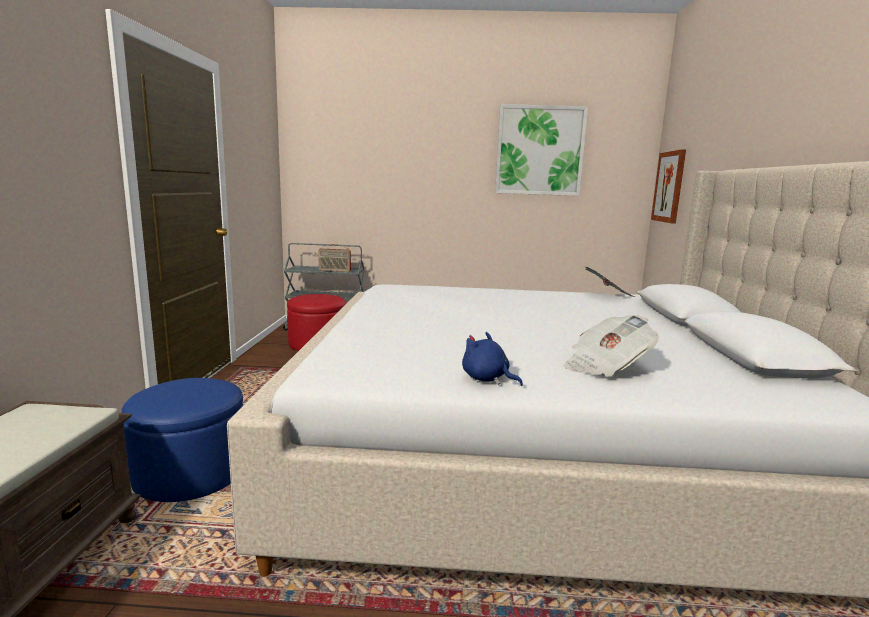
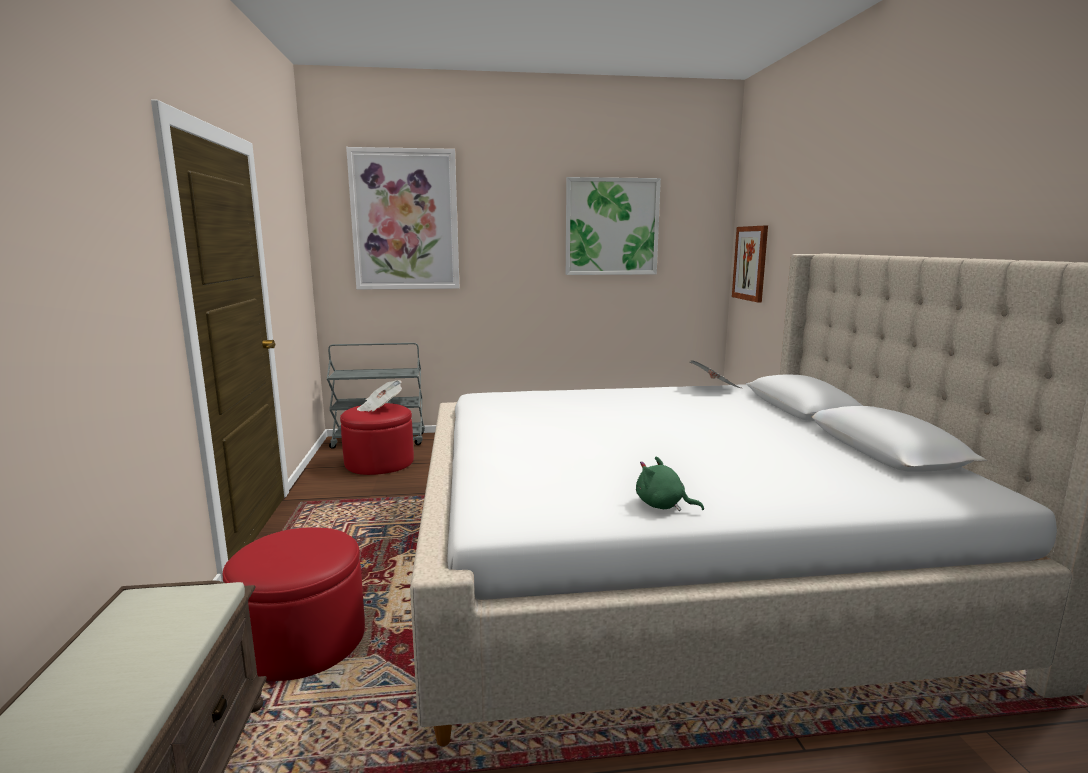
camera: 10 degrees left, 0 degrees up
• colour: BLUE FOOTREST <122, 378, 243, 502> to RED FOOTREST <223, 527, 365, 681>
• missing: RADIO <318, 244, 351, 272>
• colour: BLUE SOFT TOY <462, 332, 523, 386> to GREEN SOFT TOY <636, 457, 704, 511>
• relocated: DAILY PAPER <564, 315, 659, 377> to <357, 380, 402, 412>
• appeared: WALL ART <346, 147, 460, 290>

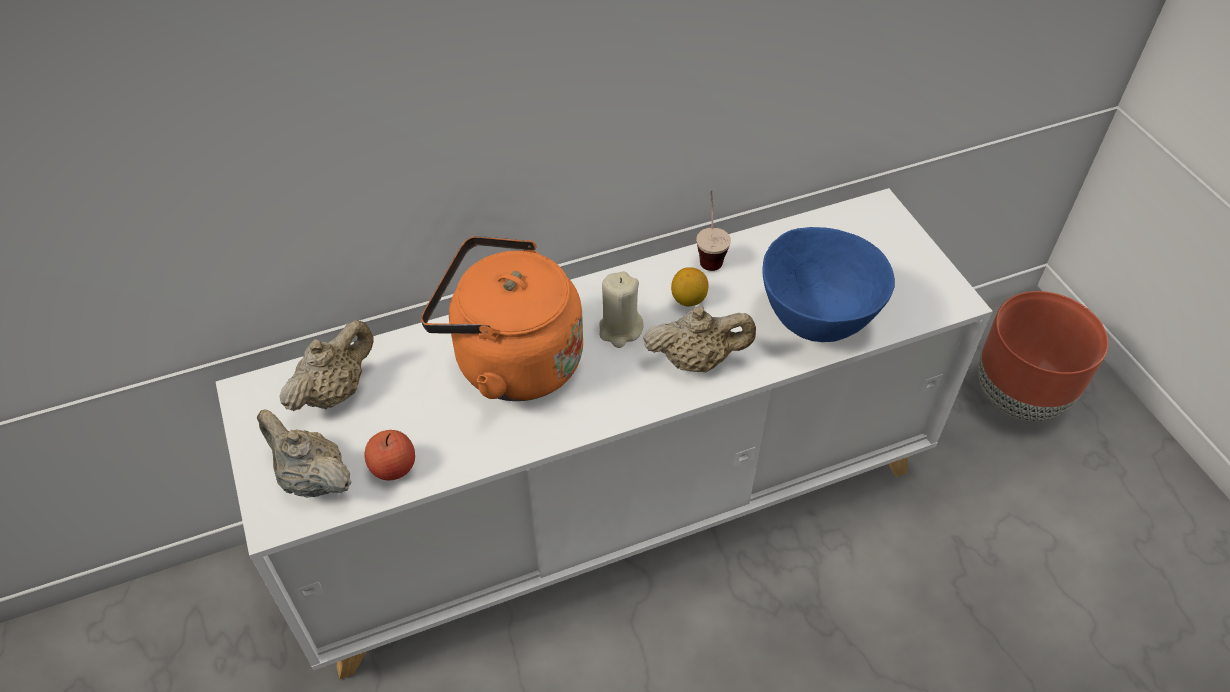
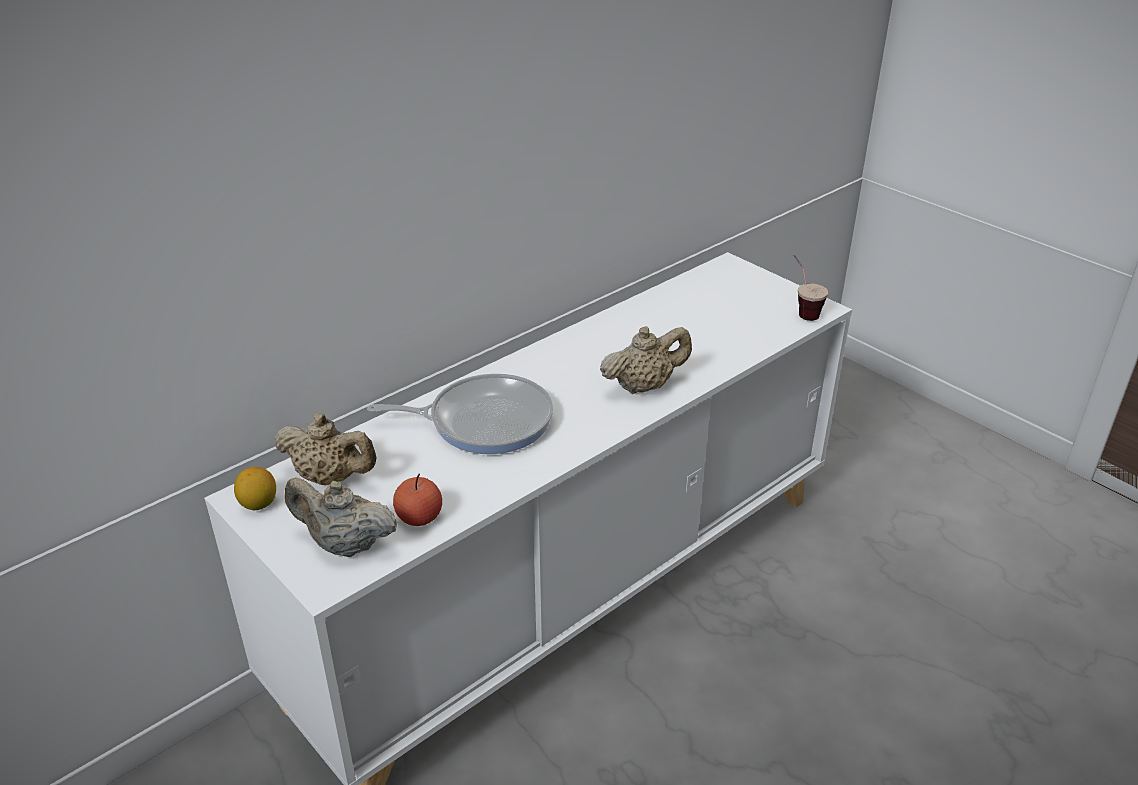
camera: 20 degrees left, 15 degrees down
• spun: SAND-COLOURED TEA POT <280, 320, 374, 411> = <274, 413, 376, 485> 90 degrees clockwise
• exchanged: ORANGE KETTLE <421, 236, 583, 401> to PAN <367, 374, 553, 454>
• missing: SAND-COLOURED CANDLE <599, 271, 643, 348>
• relocated: CITRUS FRUIT <671, 267, 709, 306> to <234, 467, 276, 510>
• relocated: DRINKING CUP <696, 191, 731, 271> to <794, 255, 828, 321>
• missing: BLUE SERVING BOWL <762, 227, 895, 342>
• missing: BROWN PLANT POT <978, 291, 1108, 421>

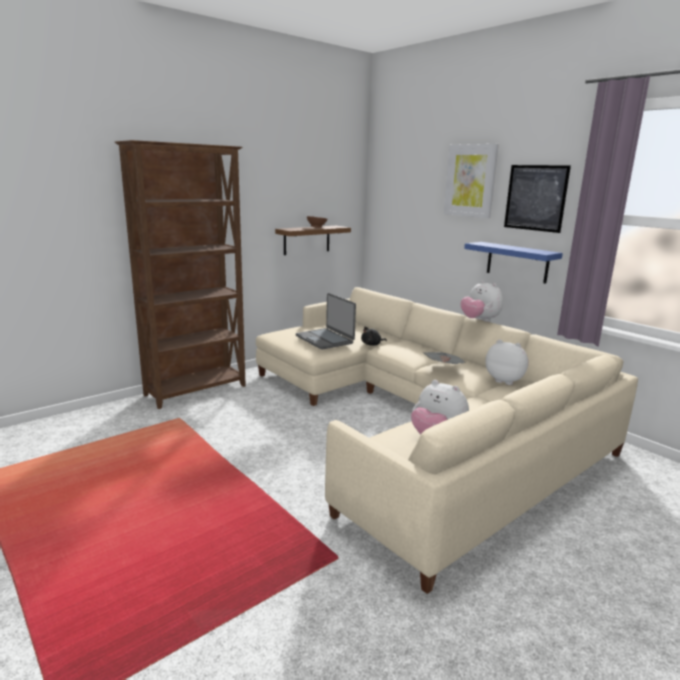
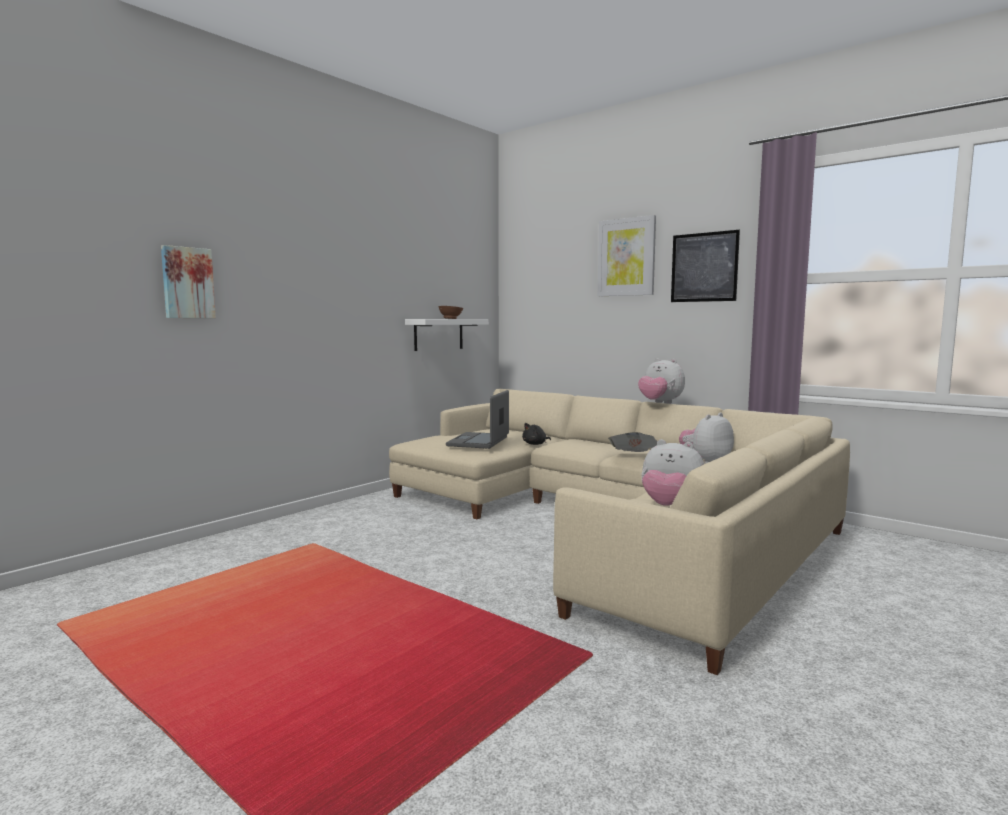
camera: 10 degrees left, 10 degrees down
• missing: BROWN BOOKSHELF <115, 140, 246, 409>
• colour: BROWN SHELF <275, 226, 351, 255> to WHITE SHELF <405, 319, 489, 351>
• spun: LAPTOP <296, 293, 356, 350> = <446, 390, 509, 449> 60 degrees clockwise
• missing: BLUE SHELF <464, 242, 563, 284>
• spun: SOFT TOY <485, 339, 529, 385> = <679, 413, 734, 464> 60 degrees counterclockwise
• appeared: WALL ART <161, 245, 216, 318>

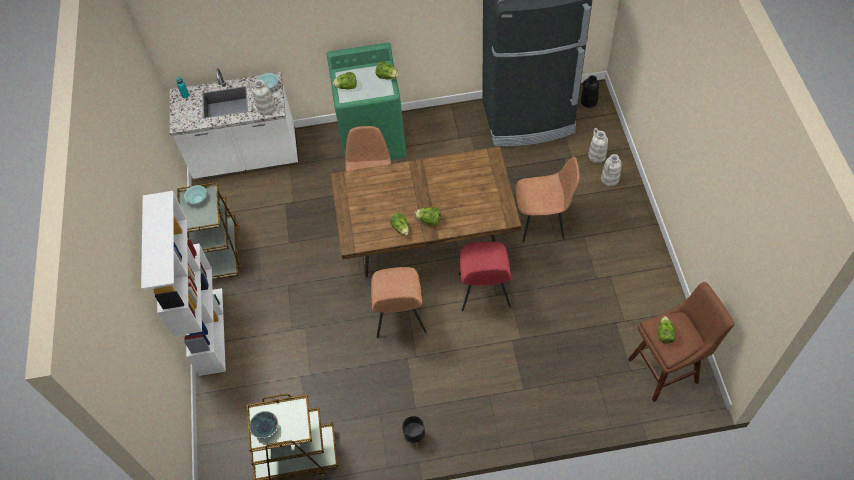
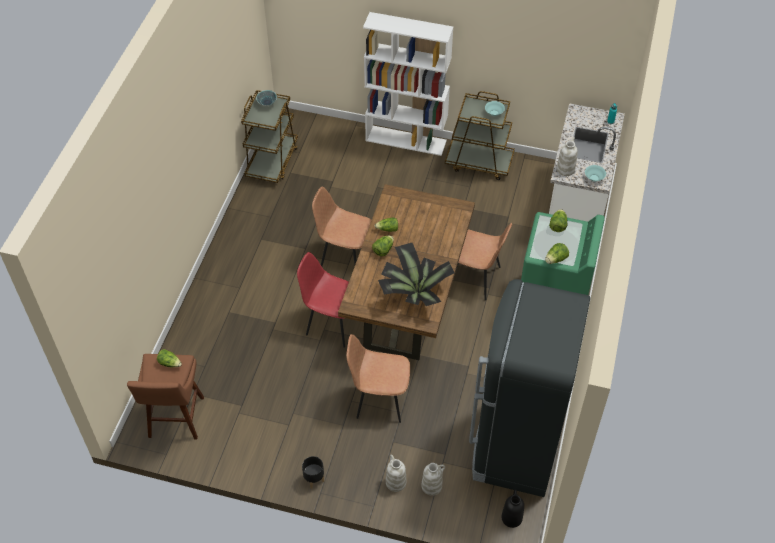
camera: 110 degrees right, 5 degrees down
• relocated: BLACKISH PLANT POT <402, 416, 426, 447> to <302, 456, 324, 489>
• spun: BROWN CHAIR <515, 157, 580, 243> = <346, 334, 410, 423> 75 degrees clockwise
• appeared: POTTED PLANT <378, 243, 454, 306>

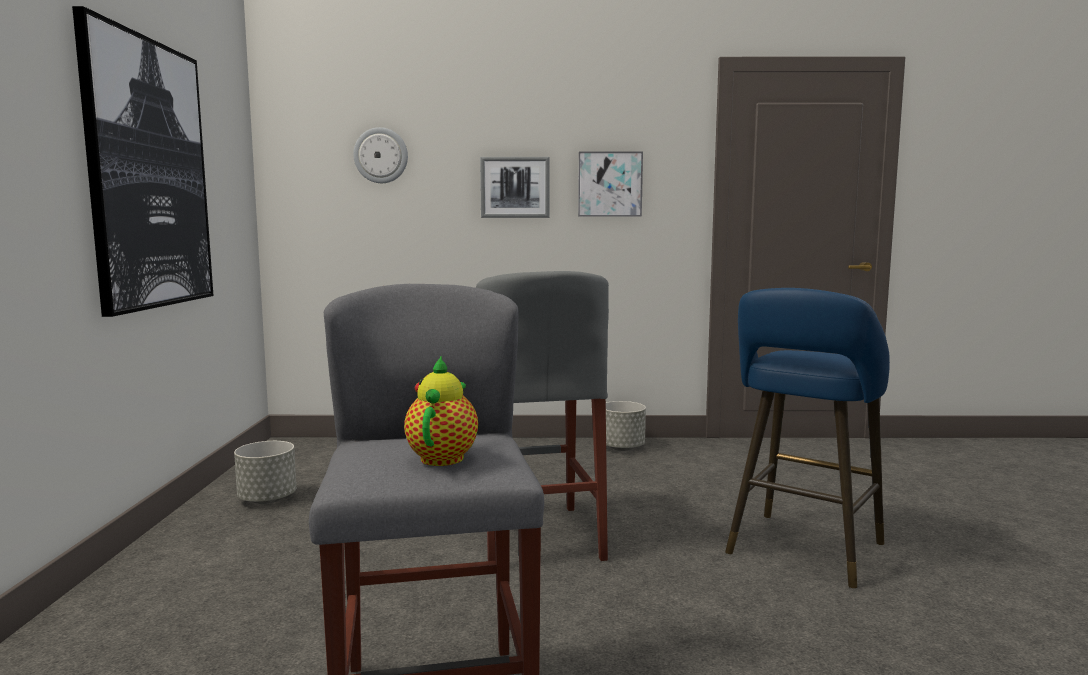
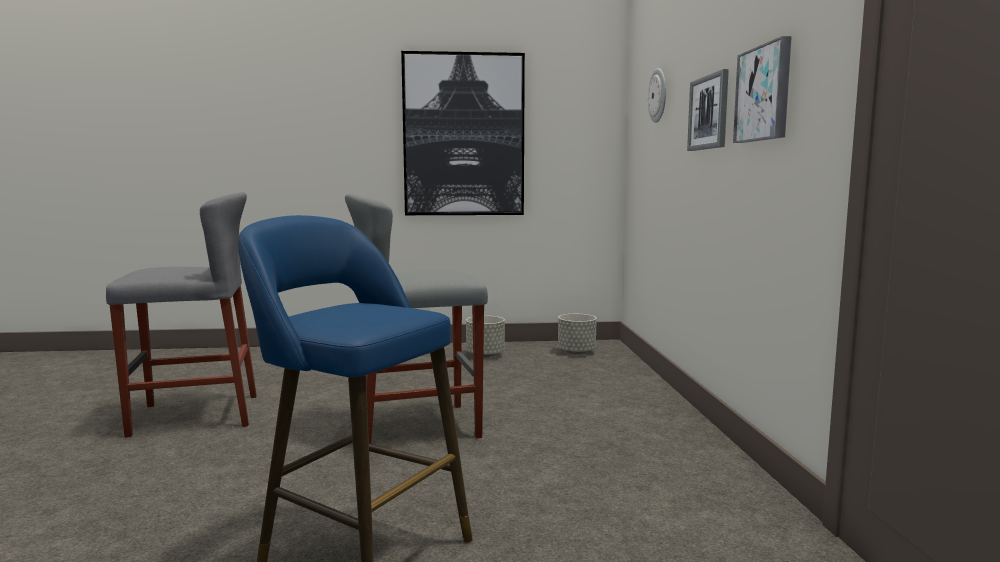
camera: 85 degrees right, 0 degrees up
• missing: TEA POT <404, 356, 478, 466>
• relocated: GREYISH PLANT POT <606, 401, 646, 451> to <558, 314, 597, 355>

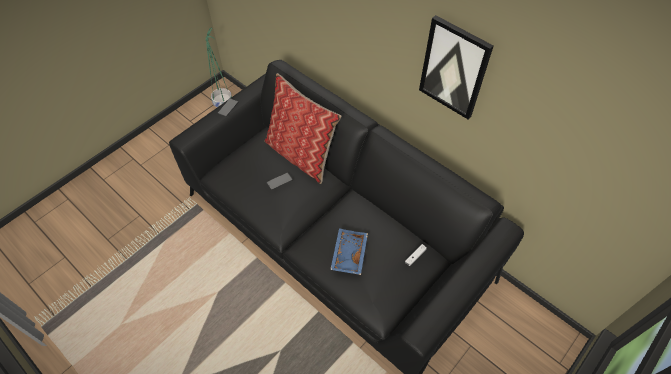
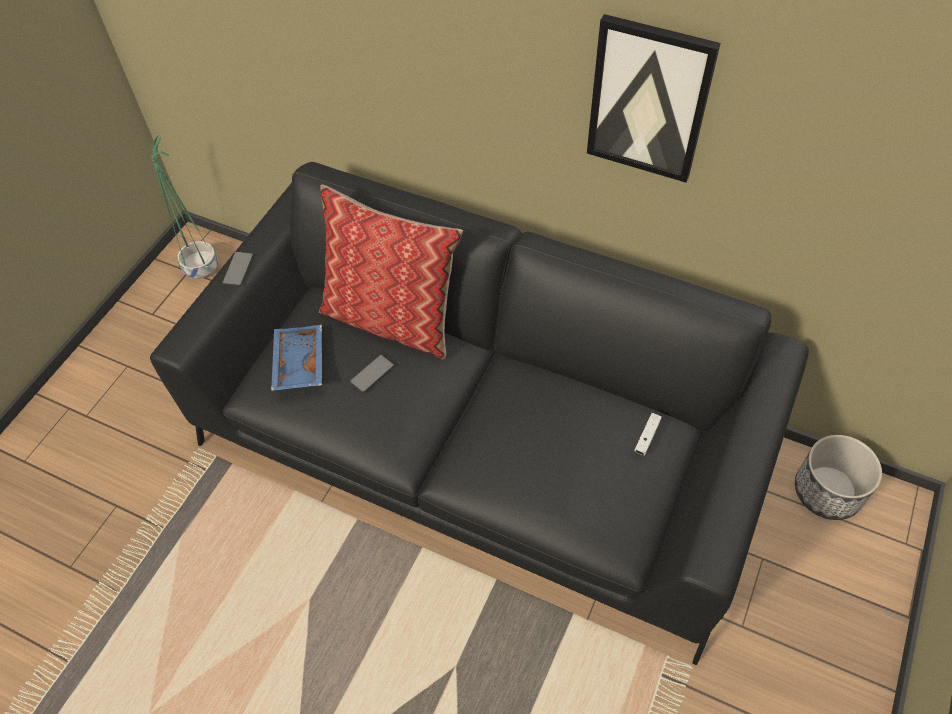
camera: 15 degrees left, 0 degrees up
• relocated: BLUE TRAY <330, 228, 368, 275> to <271, 325, 322, 391>
• appeared: PLANT POT <795, 435, 882, 520>

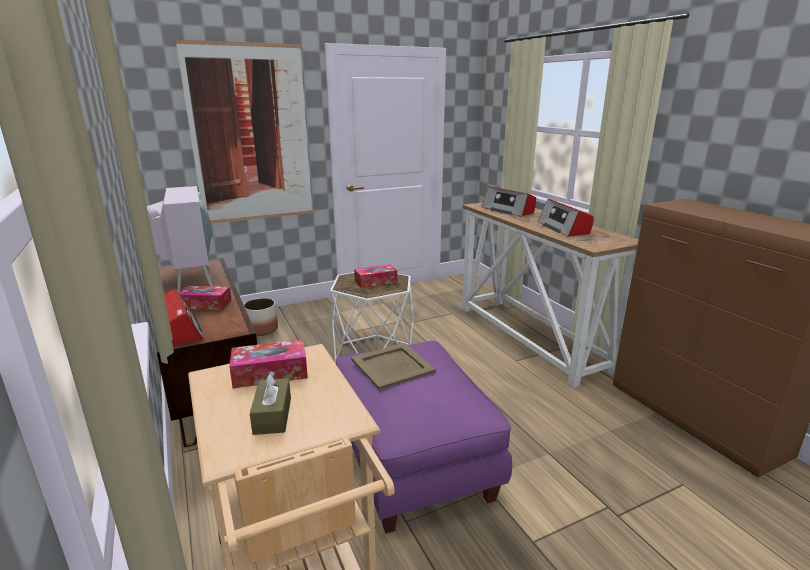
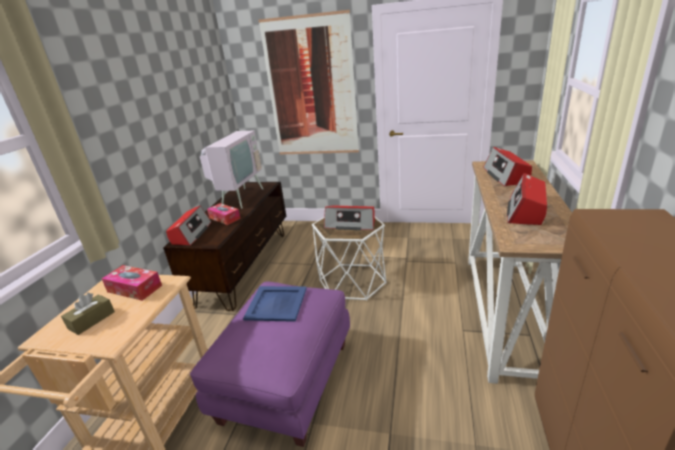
camera: 40 degrees right, 5 degrees up
• missing: PLANT POT <244, 298, 278, 336>
• colour: SAND-COLOURED TRAY <351, 343, 436, 390> to BLUE TRAY <243, 286, 307, 322>
• exchanged: BOX OF TISSUES <354, 264, 397, 288> to RADIO <324, 205, 375, 230>

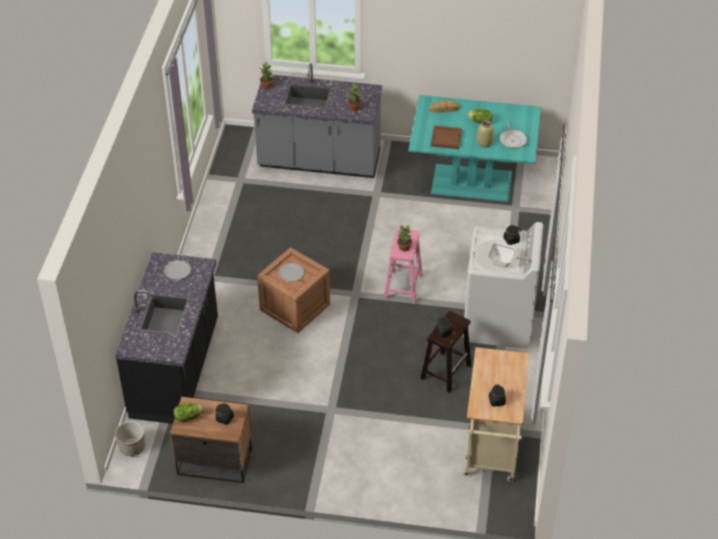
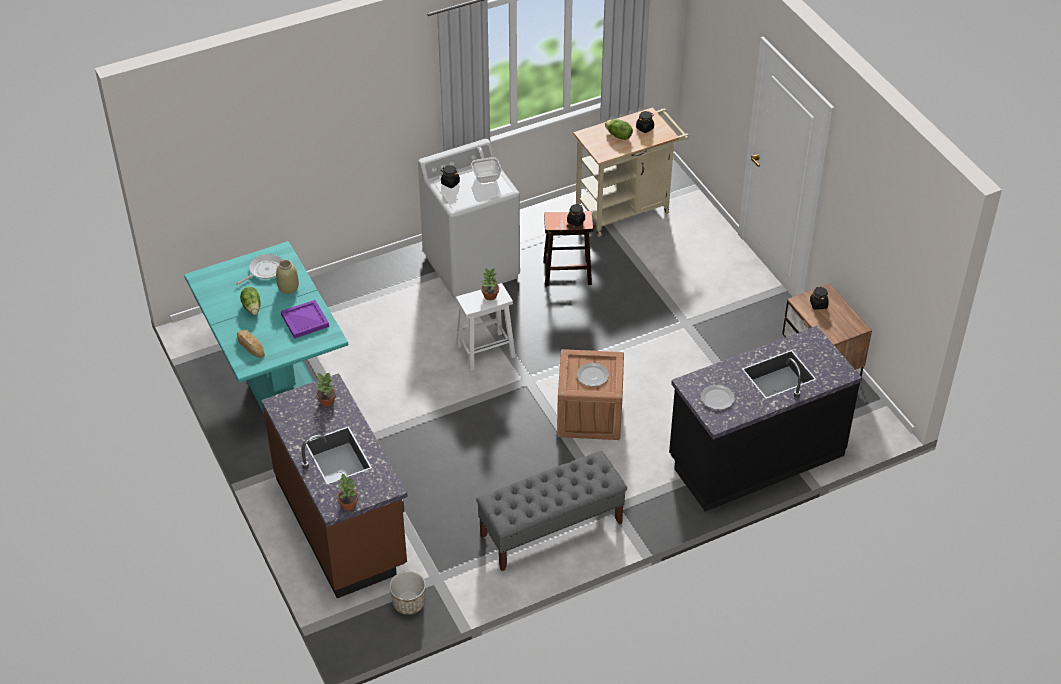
camera: 125 degrees left, 0 degrees up
• relocated: PLANT POT <115, 421, 145, 456> to <389, 571, 426, 615>
• relocated: HEAD OF LETTUCE <173, 403, 204, 422> to <605, 119, 633, 140>
• colour: GREYISH KITCHEN COUNTER <252, 63, 382, 178> to BROWN KITCHEN COUNTER <262, 373, 408, 598>
• colour: PINK-COLOURED STOOL <384, 228, 423, 304> to WHITE STOOL <456, 283, 516, 371>
• colour: BROWN TRAY <431, 125, 462, 149> to PURPLE-COLOURED TRAY <281, 300, 329, 339>
• appeared: GREYISH INDOOR BENCH <476, 450, 627, 571>

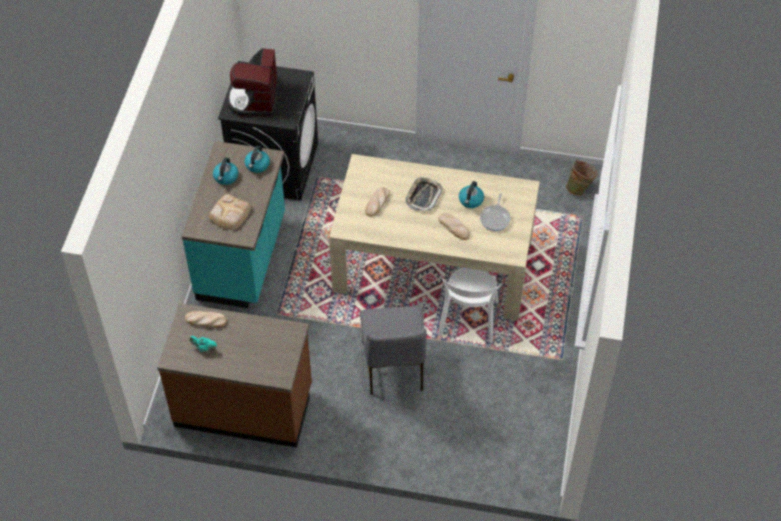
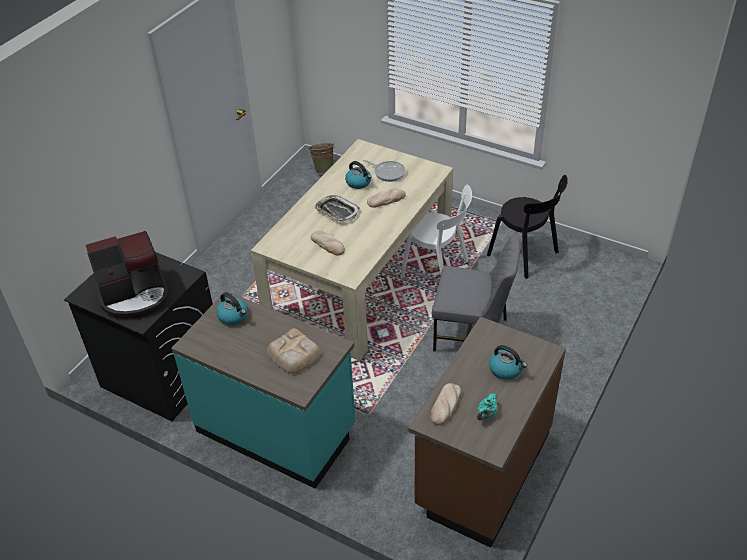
camera: 70 degrees left, 10 degrees down
• relocated: KETTLE <213, 157, 239, 185> to <489, 345, 527, 380>
• spun: COFFEE BREWER <227, 48, 280, 117> = <86, 231, 169, 319> 45 degrees counterclockwise
• appeared: BLACKISH CHAIR <487, 175, 568, 279>

